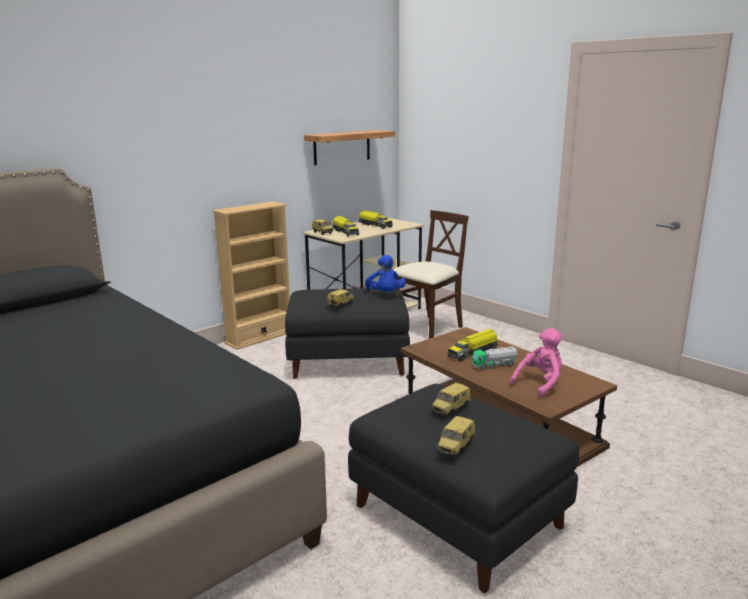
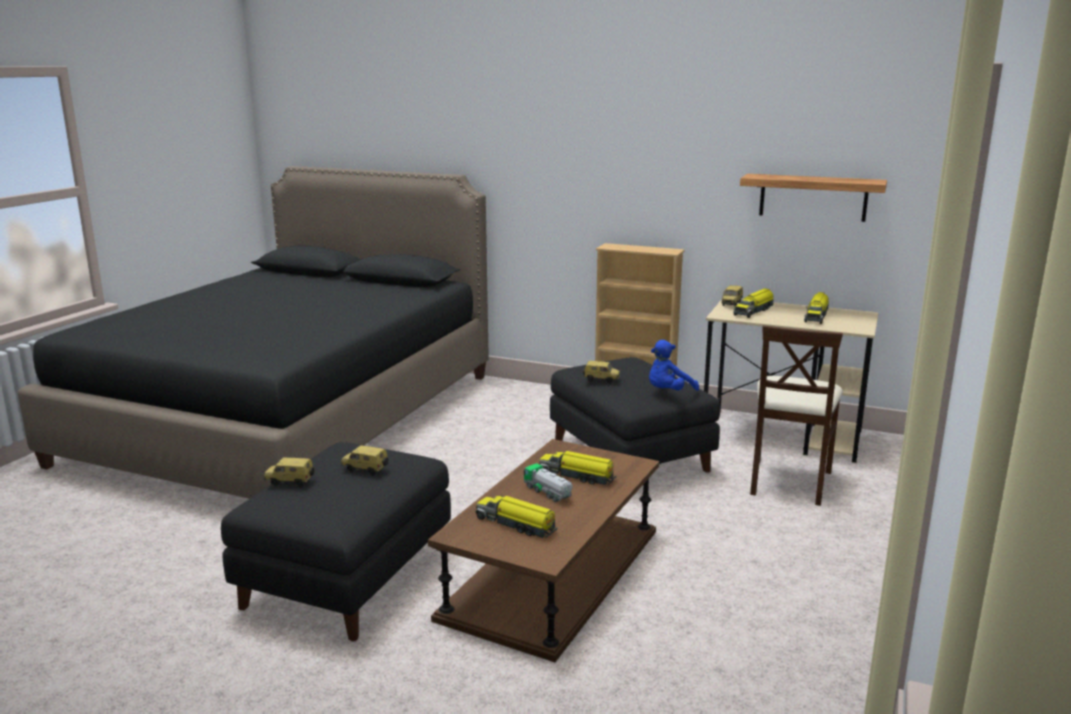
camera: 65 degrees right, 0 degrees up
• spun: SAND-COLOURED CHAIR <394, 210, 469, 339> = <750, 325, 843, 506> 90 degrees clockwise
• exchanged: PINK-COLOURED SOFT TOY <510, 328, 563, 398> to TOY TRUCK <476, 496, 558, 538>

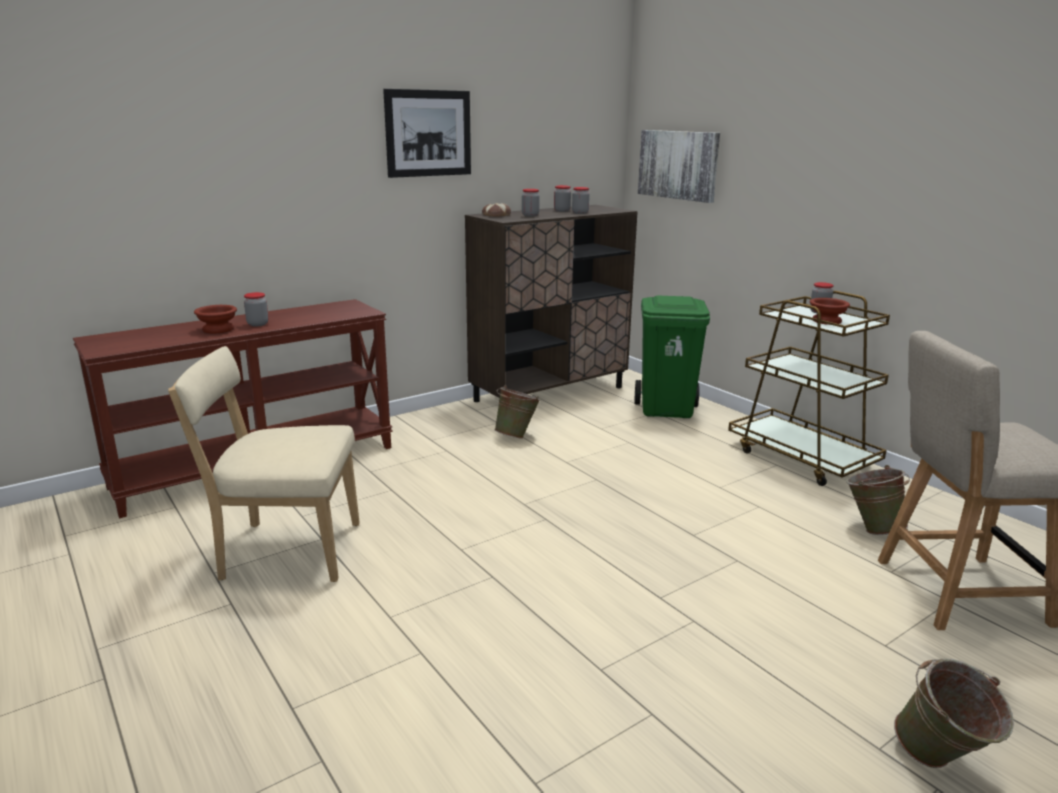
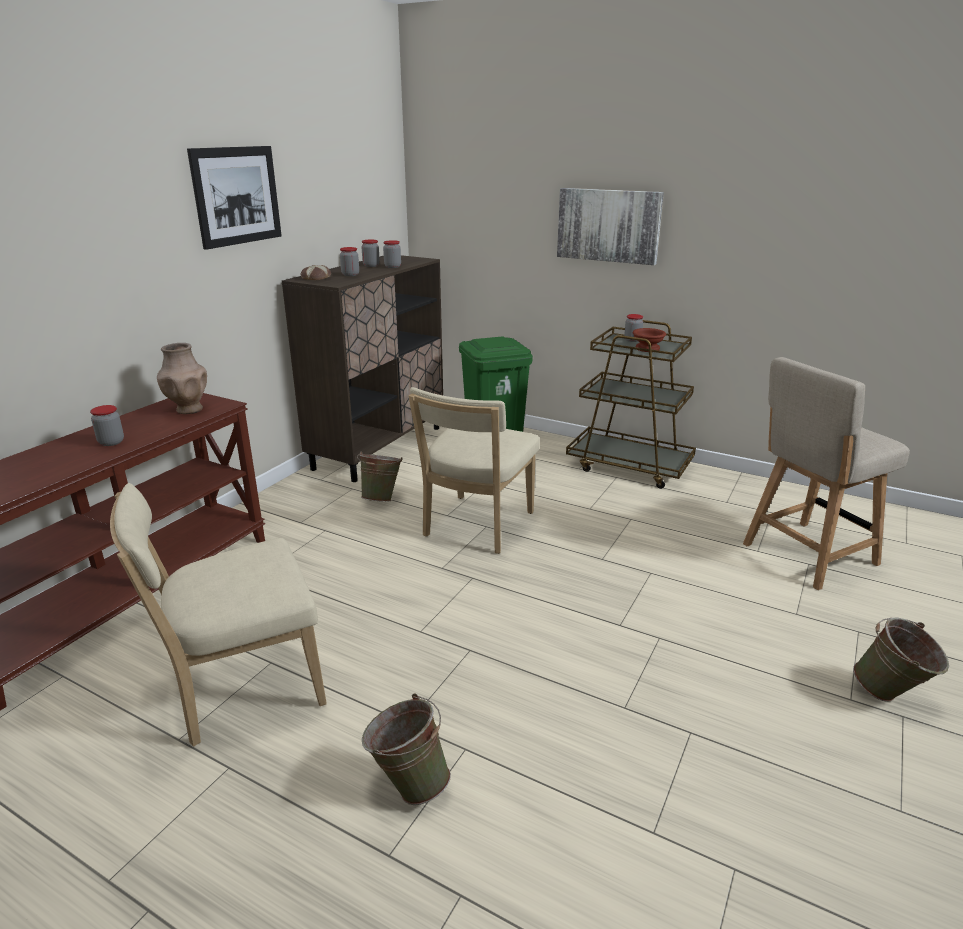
camera: 25 degrees left, 5 degrees up
• missing: BROWN SERVING BOWL <194, 305, 237, 333>
• relocated: WALL ART <638, 130, 720, 203> to <557, 188, 664, 265>
• relocated: GREEN PAIL <846, 465, 910, 535> to <362, 693, 451, 805>
• appeared: BROWN FLOWER VASE <157, 343, 207, 414>
• appeared: SAND-COLOURED CHAIR <408, 387, 539, 554>

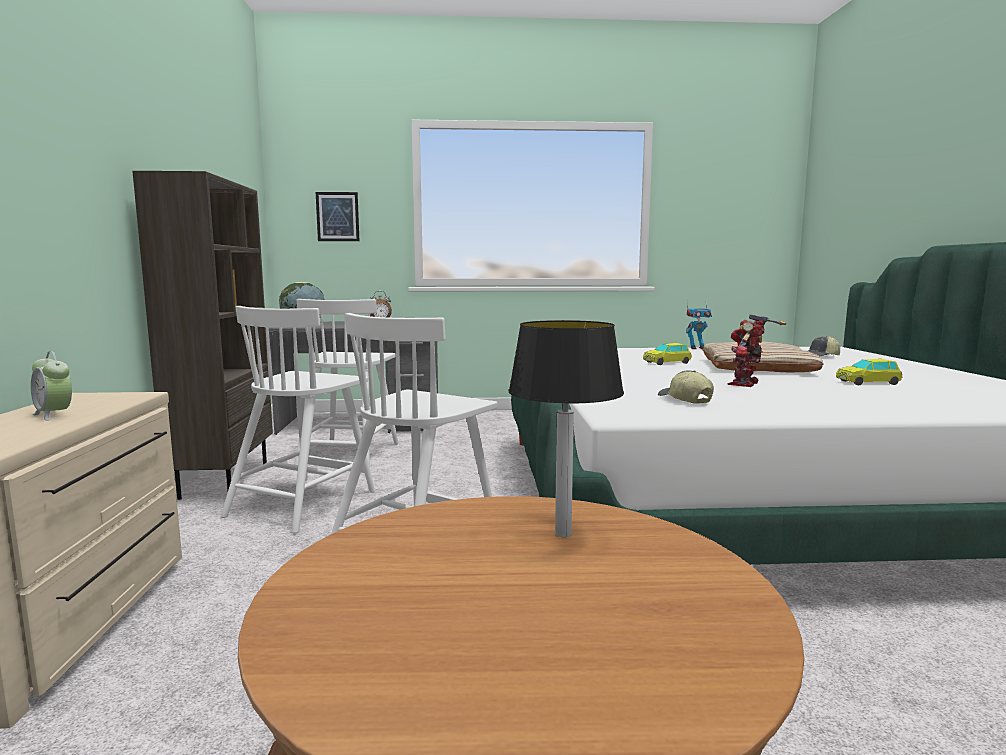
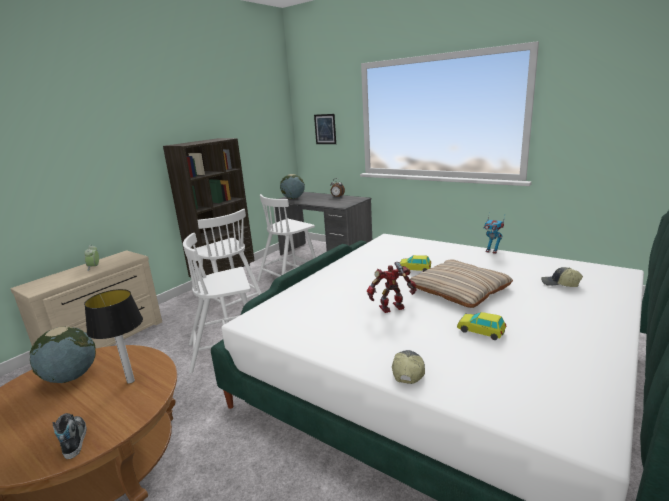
camera: 40 degrees right, 10 degrees up
• spun: WHITE CHAIR <221, 306, 375, 533> = <196, 209, 262, 323> 105 degrees counterclockwise
• relocated: CAP <658, 370, 714, 404> to <392, 350, 425, 384>
• appeared: GLOBE <30, 327, 96, 383>
• appeared: LOW SHOE <53, 413, 87, 459>

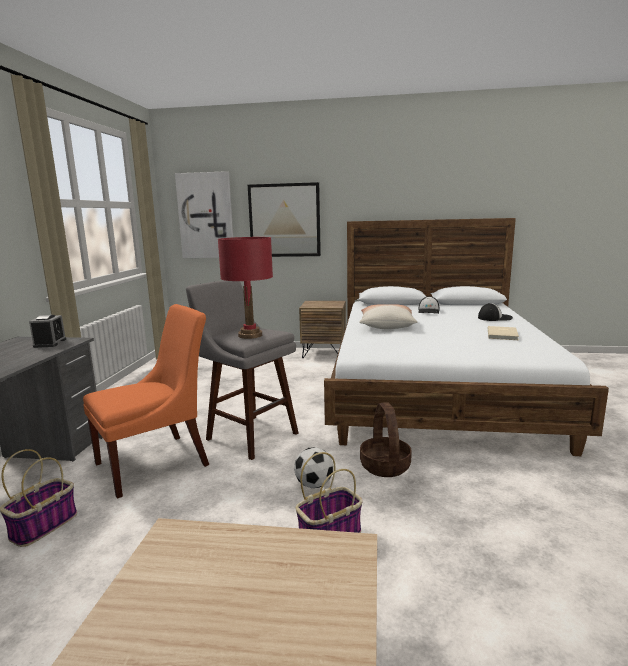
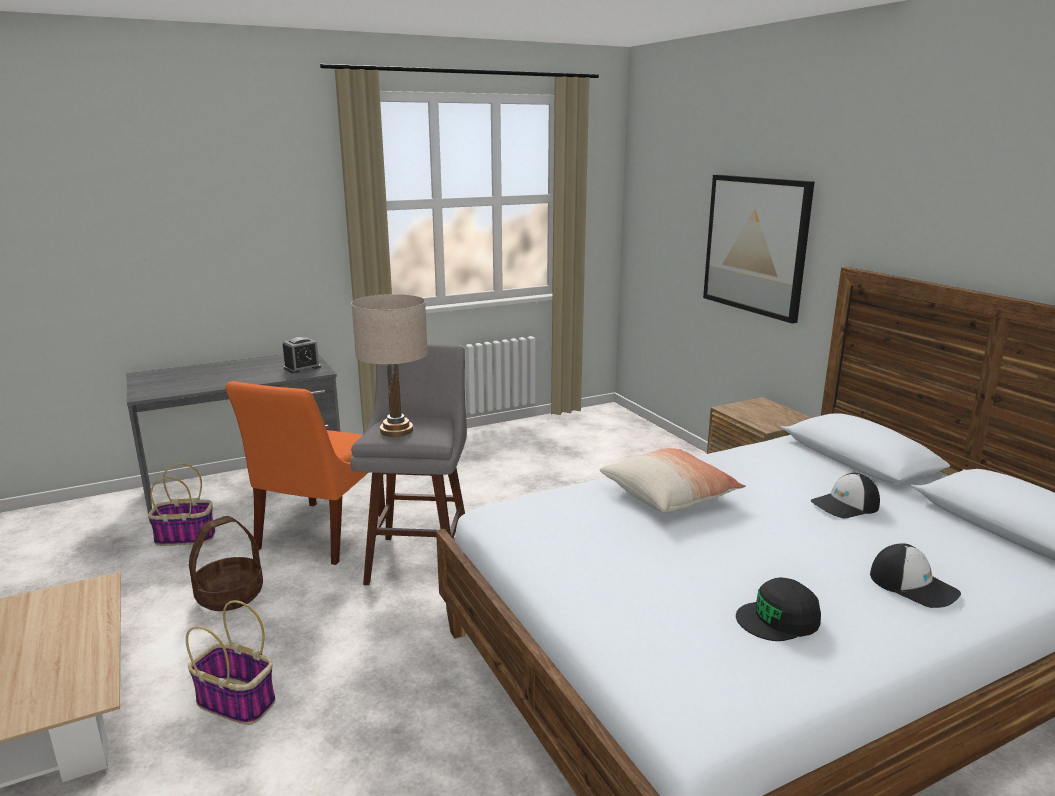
camera: 55 degrees right, 5 degrees up
• spun: ORANGE CHAIR <83, 304, 209, 499> = <225, 381, 385, 565> 90 degrees clockwise
• missing: WALL ART <175, 171, 233, 258>
• colour: RED LAMP FOR A TABLE <218, 237, 273, 339> to SAND-COLOURED LAMP FOR A TABLE <351, 294, 428, 437>
• missing: BALL FOR FOOTBALL <294, 447, 333, 488>
• relocated: BASKET <360, 403, 412, 477> to <189, 516, 263, 611>
• exchanged: SAND-COLOURED BOOK <488, 326, 519, 340> to BLACKISH CAP <736, 577, 821, 641>

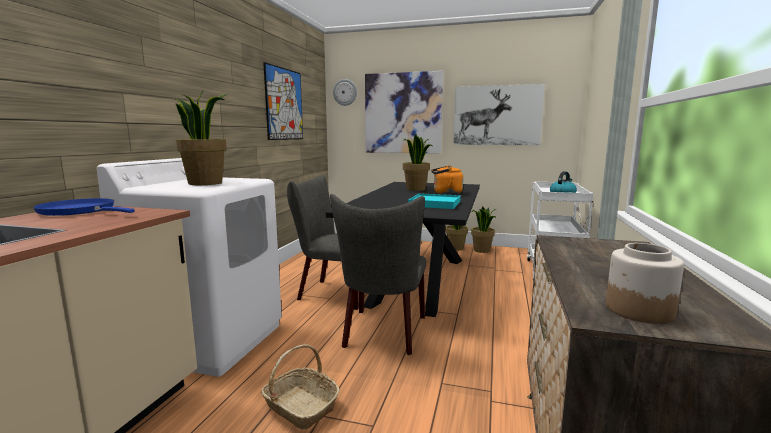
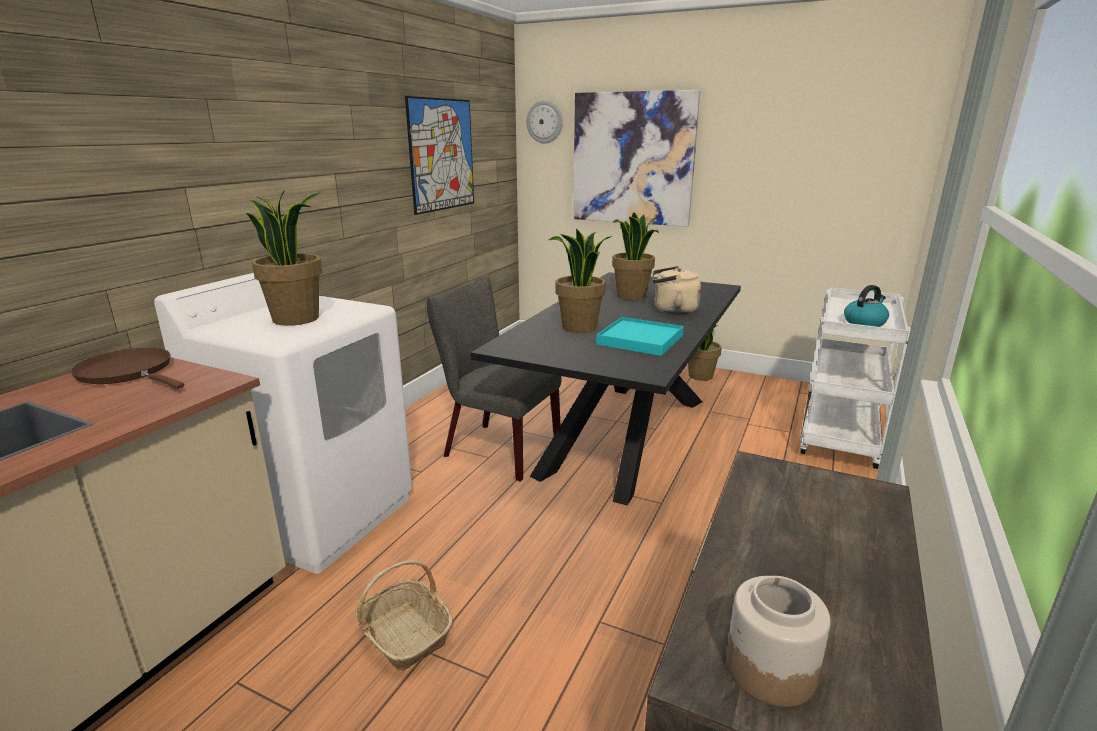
camera: 10 degrees right, 10 degrees up
• colour: BLUE PAN <33, 198, 135, 216> to BROWN PAN <70, 348, 184, 389>
• missing: GREYISH CHAIR <330, 194, 426, 355>
• colour: ORANGE KETTLE <431, 165, 463, 195> to SAND-COLOURED KETTLE <653, 266, 701, 314>
• missing: WALL ART <453, 84, 545, 145>
• relocated: POTTED PLANT <471, 207, 496, 253> to <548, 228, 612, 333>

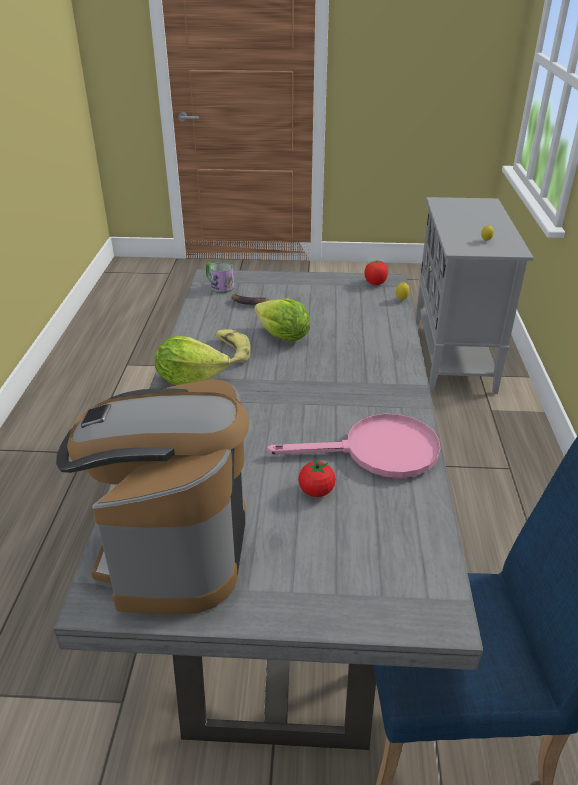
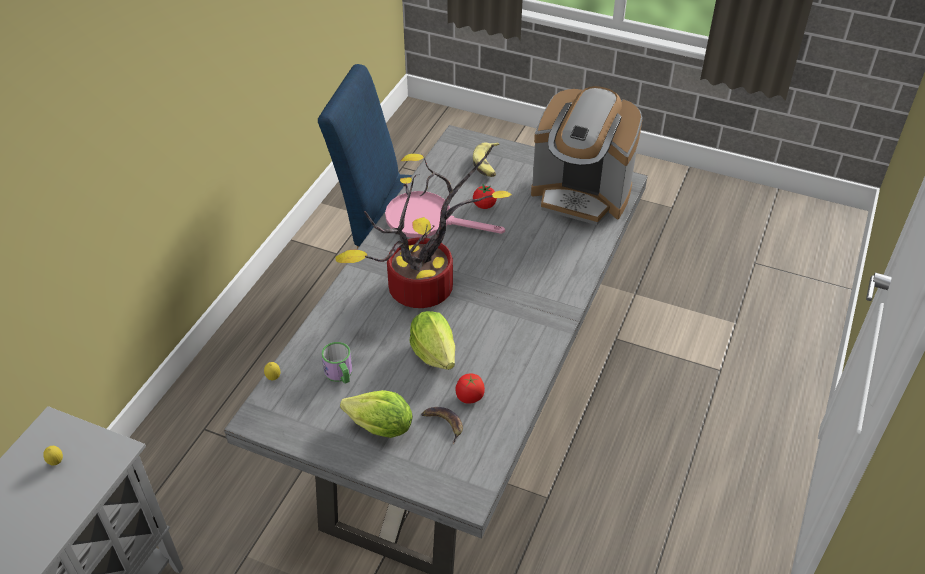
camera: 160 degrees left, 10 degrees up
• spun: COFFEE BREWER <56, 379, 249, 614> = <531, 86, 643, 225> 90 degrees clockwise
• relocated: HEAD OF LETTUCE <155, 336, 230, 385> to <340, 390, 413, 438>
• relocated: TEA MUG <206, 262, 234, 293> to <321, 342, 353, 384>
• relocated: BANANA <215, 329, 251, 363> to <473, 142, 499, 177>
• relocated: FRESH TOMATO <364, 261, 388, 285> to <456, 373, 485, 404>
• appeared: POTTED PLANT <336, 145, 512, 308>

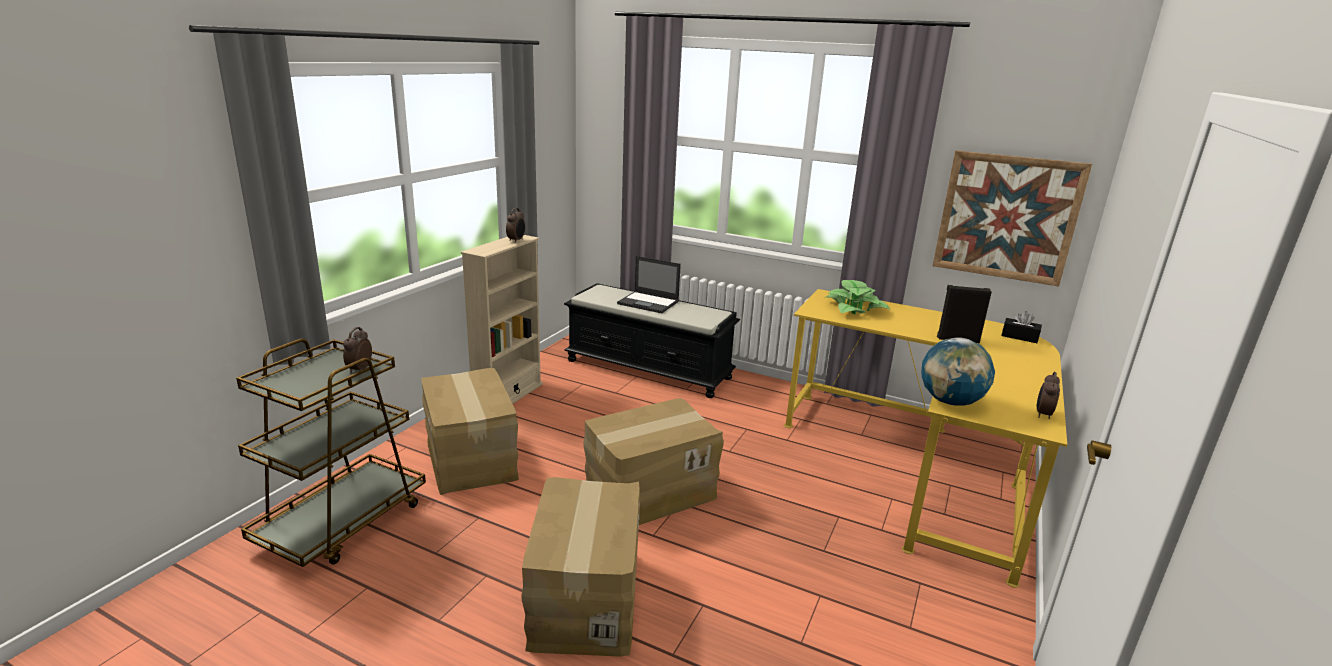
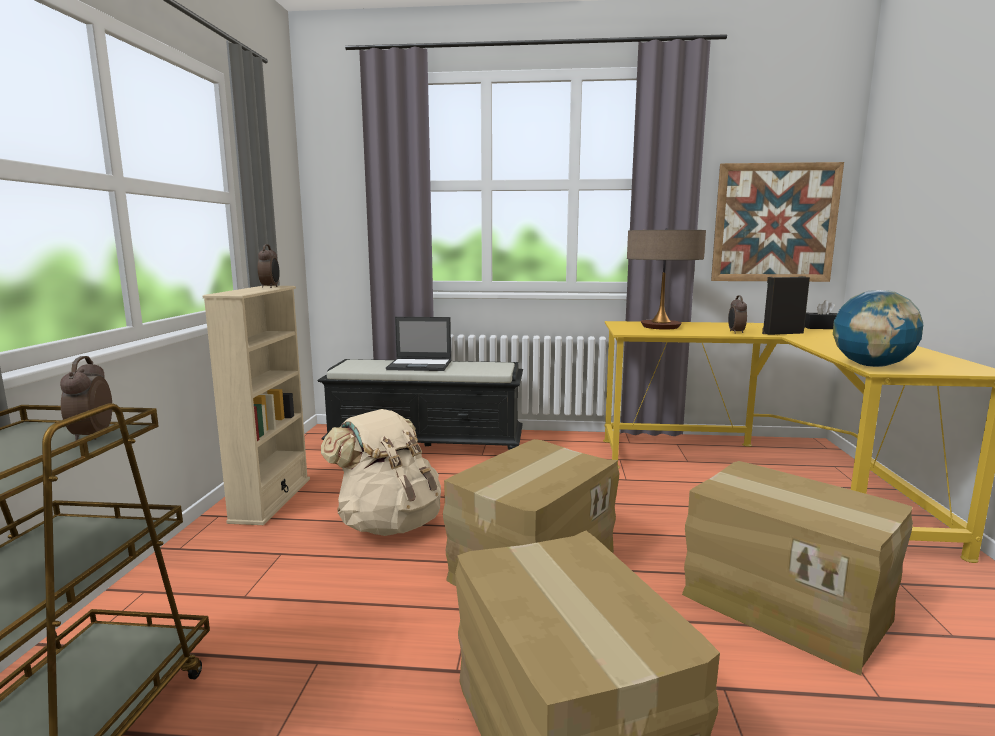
camera: 20 degrees left, 10 degrees down
• relocated: PACKING BOX <422, 368, 519, 495> to <682, 461, 913, 676>
• exchanged: POTTED PLANT <824, 280, 890, 314> to LAMP FOR A TABLE <627, 228, 706, 330>
• relocated: BEDSIDE CLOCK <1037, 372, 1060, 419> to <728, 295, 747, 334>
• appeared: SAND-COLOURED KNAPSACK <321, 409, 441, 536>

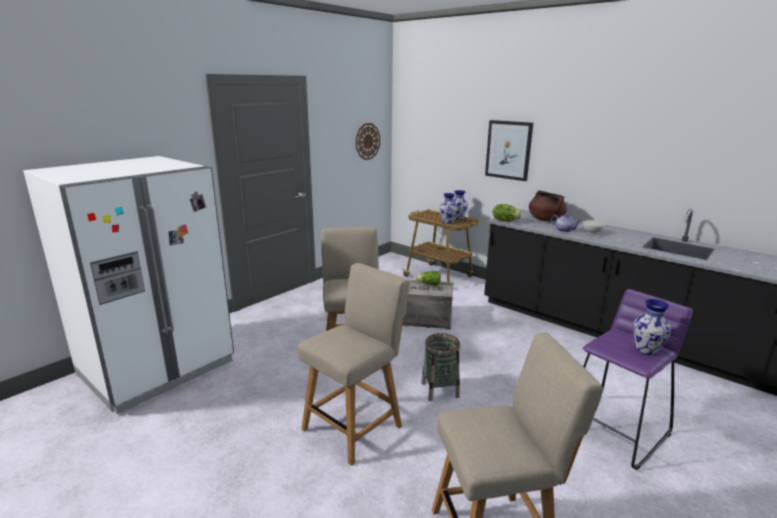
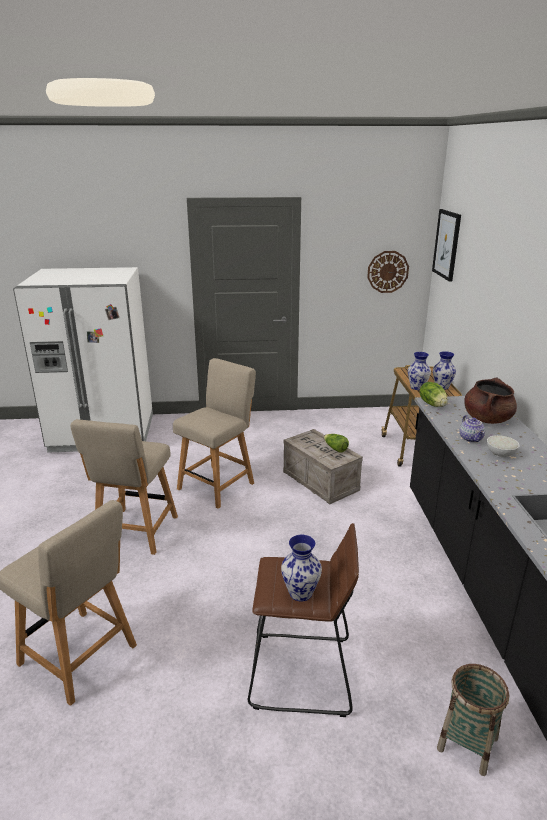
camera: 45 degrees right, 5 degrees up
• spun: SAND-COLOURED CHAIR <298, 263, 409, 466> = <71, 419, 178, 555> 105 degrees clockwise
• relocated: BASKET <421, 333, 460, 401> to <437, 664, 509, 776>
• relocated: WALL ART <485, 120, 533, 181> to <432, 209, 461, 282>
• colour: PURPLE-COLOURED STOOL <583, 289, 693, 470> to BROWN STOOL <248, 523, 359, 717>

